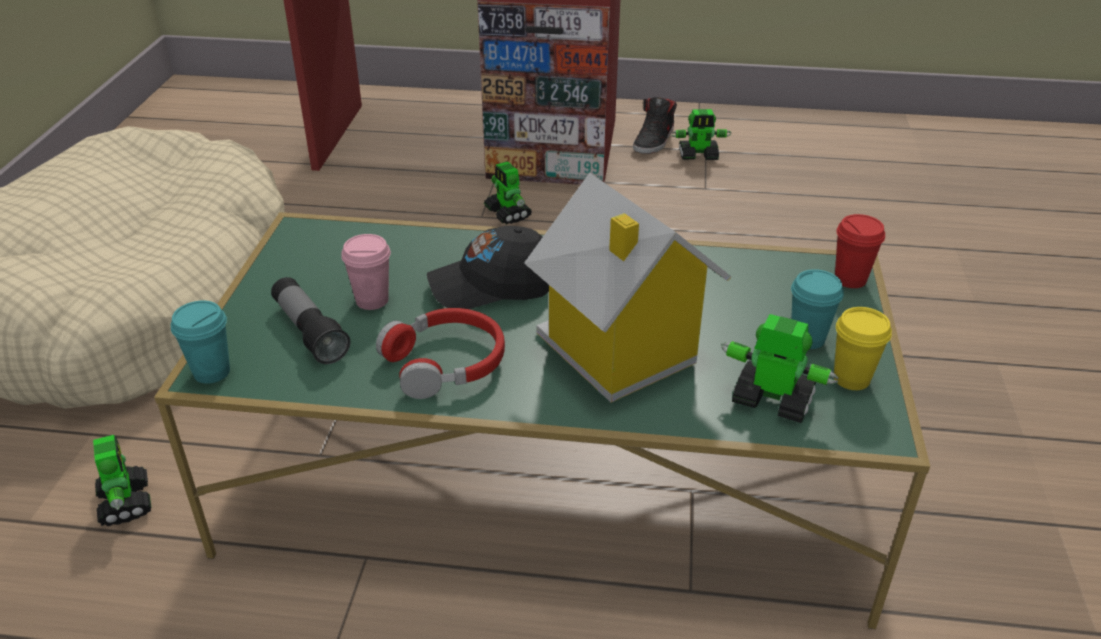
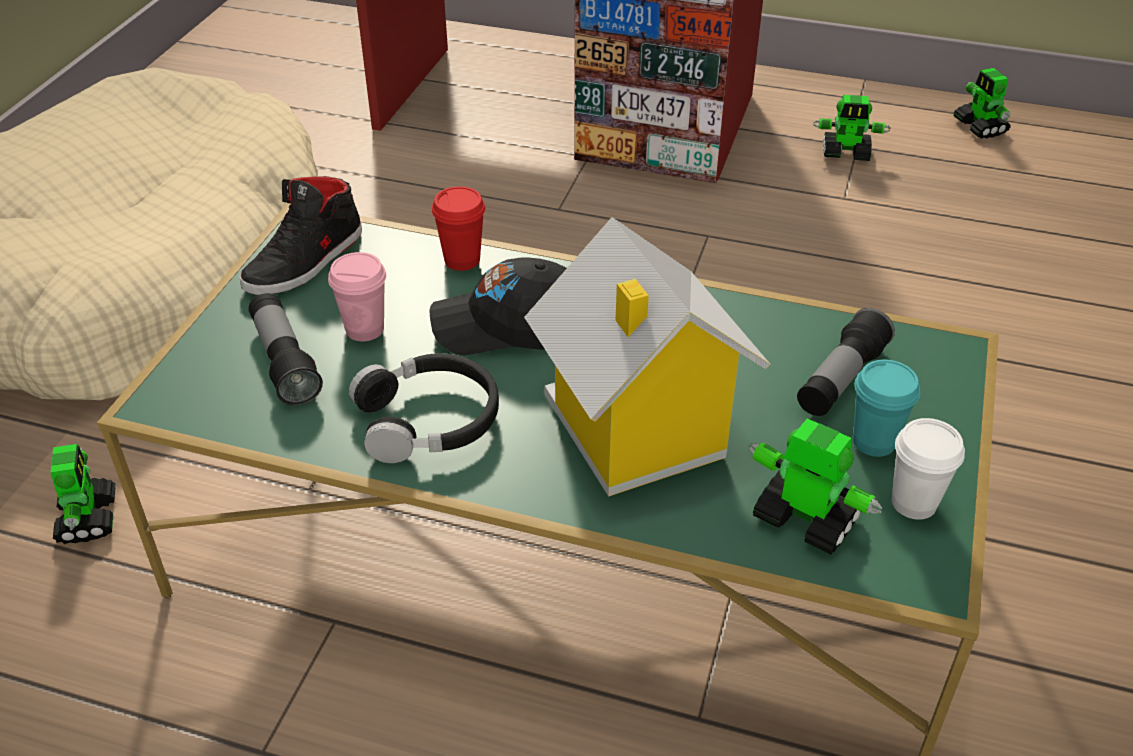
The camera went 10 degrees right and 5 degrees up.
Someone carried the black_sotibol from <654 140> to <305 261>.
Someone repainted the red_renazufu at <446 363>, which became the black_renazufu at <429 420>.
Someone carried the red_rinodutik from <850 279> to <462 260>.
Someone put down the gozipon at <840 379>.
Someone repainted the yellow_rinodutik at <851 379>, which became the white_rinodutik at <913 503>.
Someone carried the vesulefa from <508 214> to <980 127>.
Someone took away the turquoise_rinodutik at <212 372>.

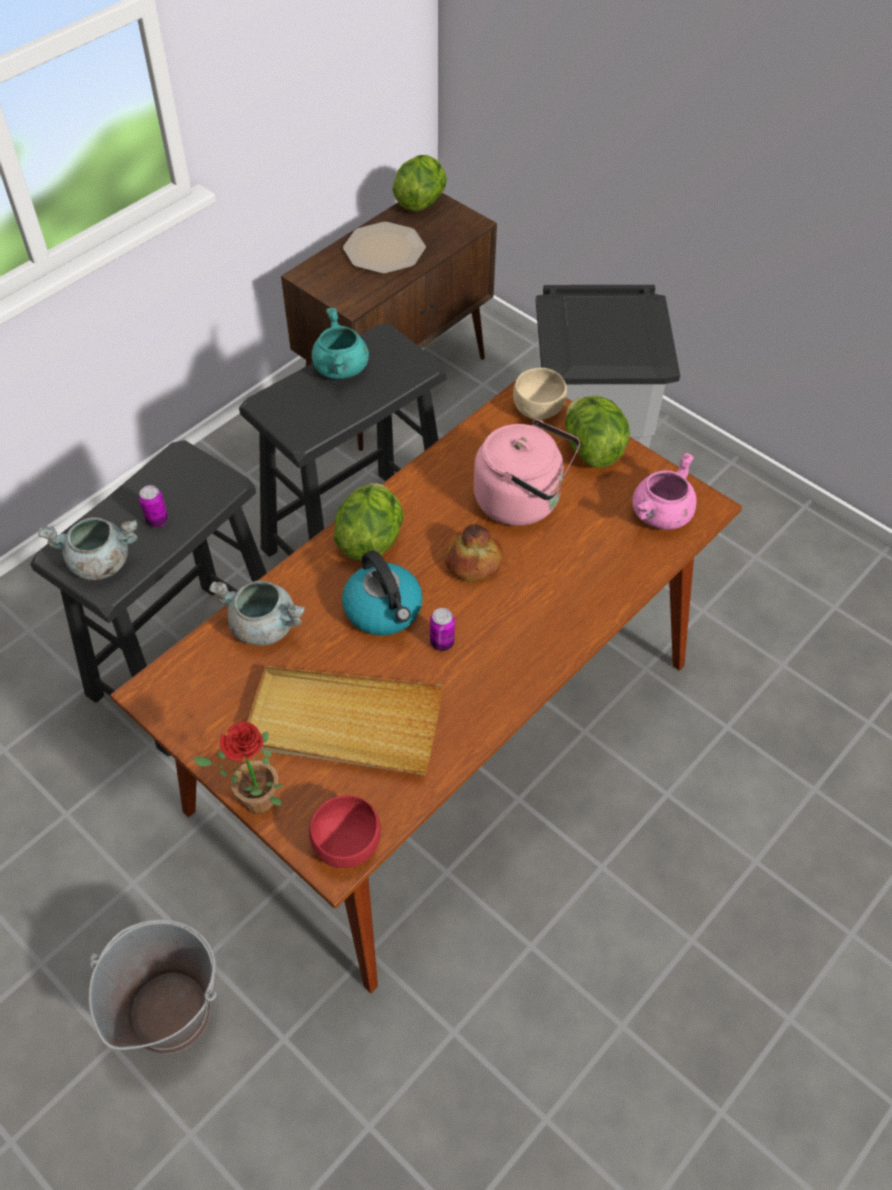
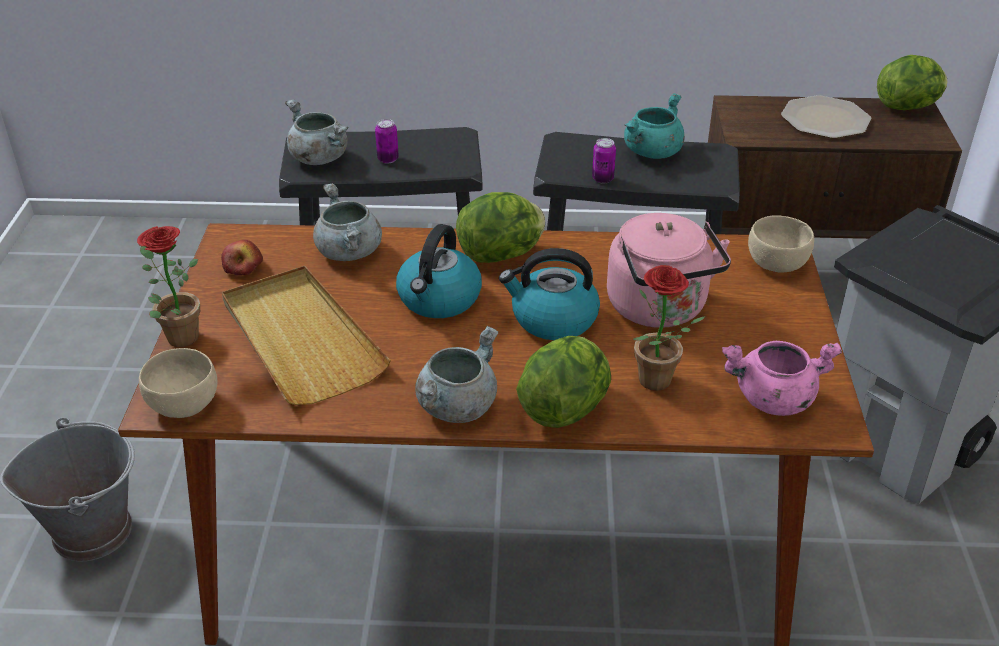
The camera went 50 degrees right and 15 degrees down.
Someone repainted the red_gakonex at <347 843>, which became the beige_gakonex at <184 404>.
Someone put down the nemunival at <244 267>.
Someone put down the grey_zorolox at <457 406>.
Someone swapped the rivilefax at <474 563> for the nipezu at <552 319>.
Someone carried the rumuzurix from <591 449> to <565 408>.
Someone carried the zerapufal from <442 643> to <602 179>.
Someone put down the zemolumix at <656 385>.

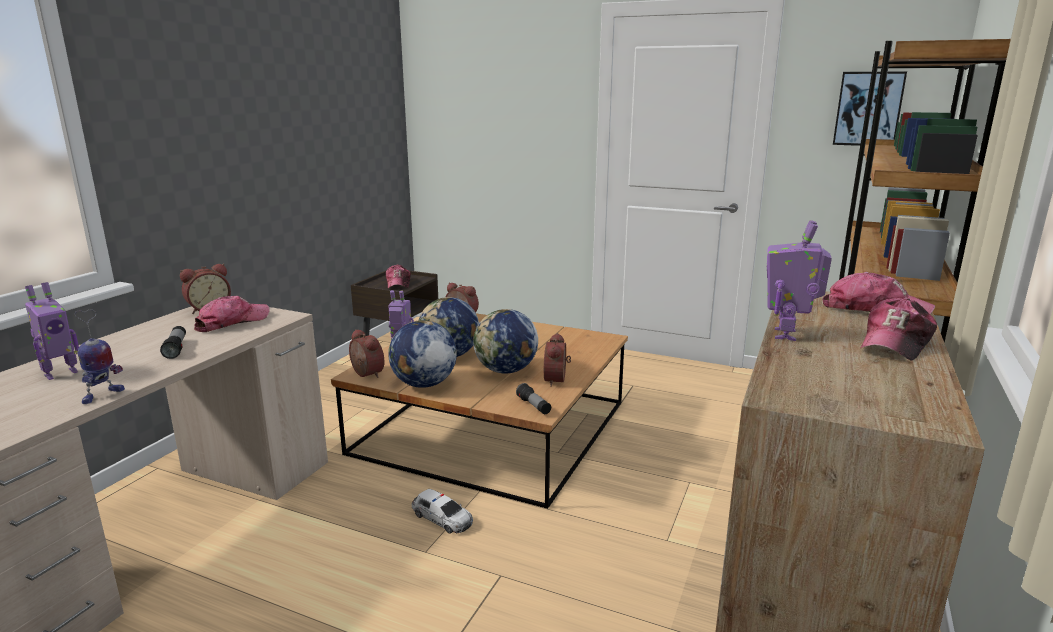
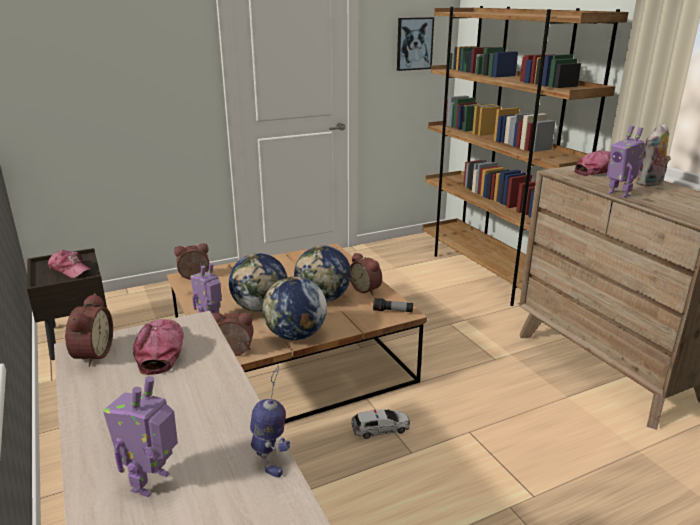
The camera went 50 degrees left and 5 degrees up.
Someone rotated the vesulefa at <60 373> by 150 degrees counterclockwise.
Someone swapped the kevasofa at <896 343> for the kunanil at <650 184>.
Someone took away the gozipon at <176 348>.

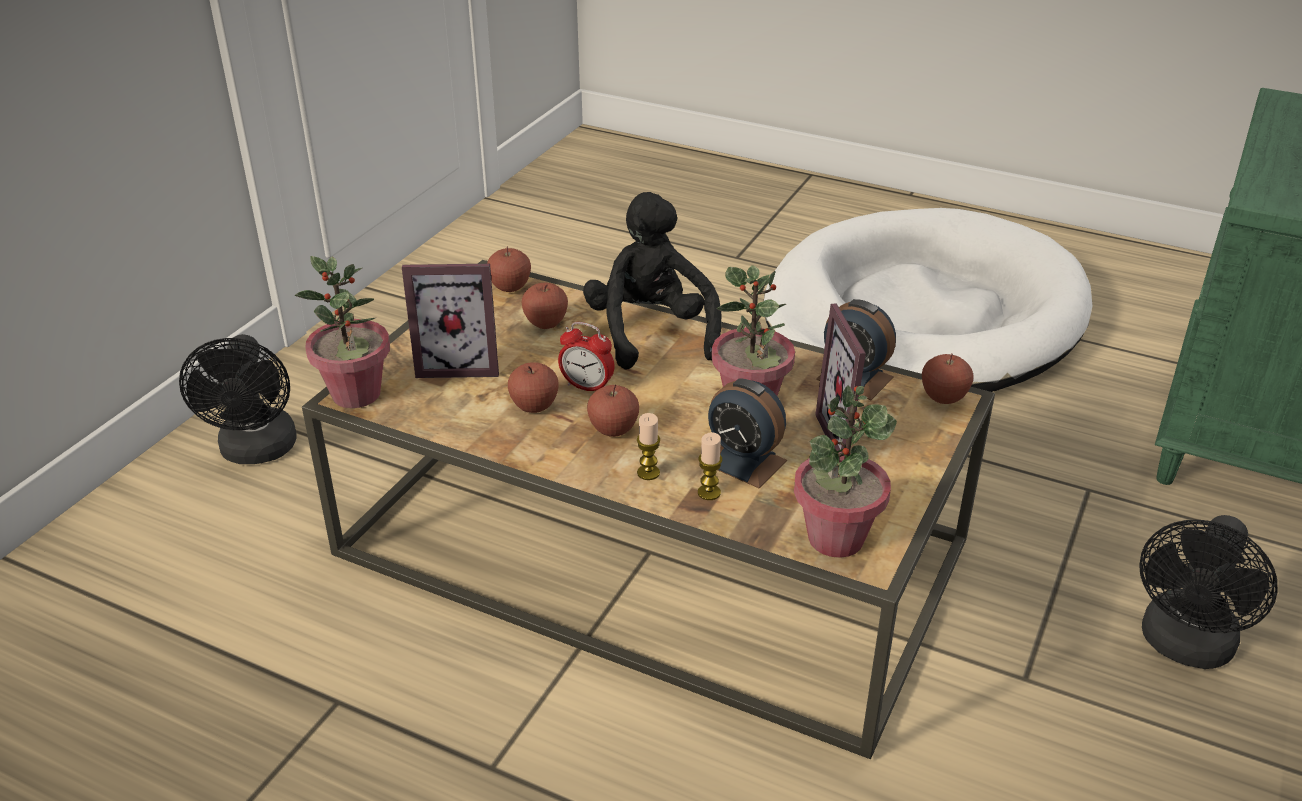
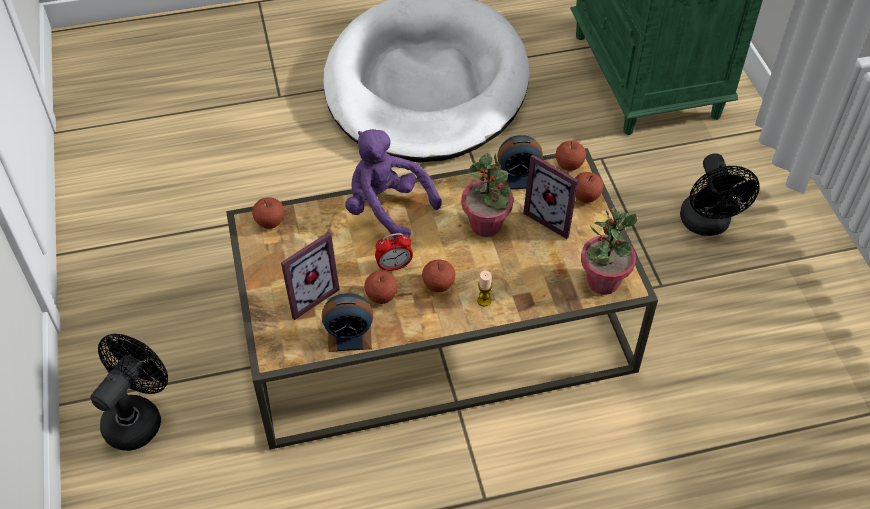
The camera went 40 degrees left and 15 degrees up.
Someone rotated the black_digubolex at <257 452> by 105 degrees counterclockwise.
Someone carried the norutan from <744 462> to <349 336>.
Someone repainted the black_kunanil at <651 333>, which became the purple_kunanil at <386 209>.
Someone carried the nemunival from <545 323> to <585 197>.
Someone took away the zemolumix at <356 394>.
Someone took away the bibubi at <709 492>.

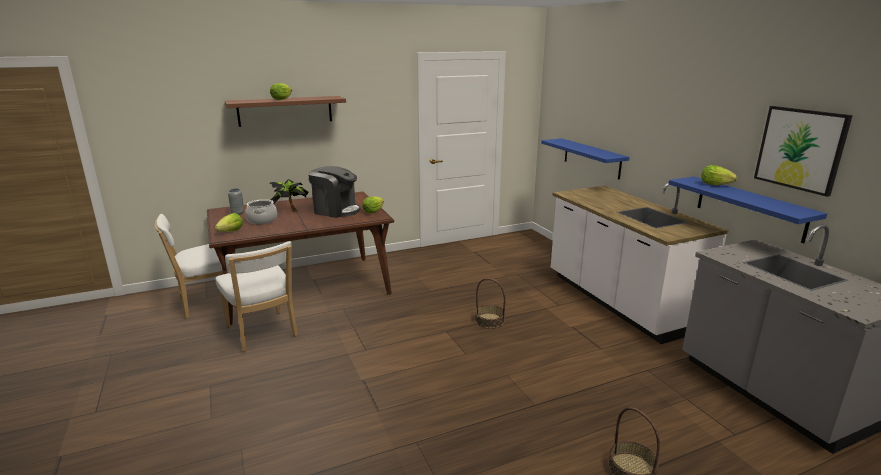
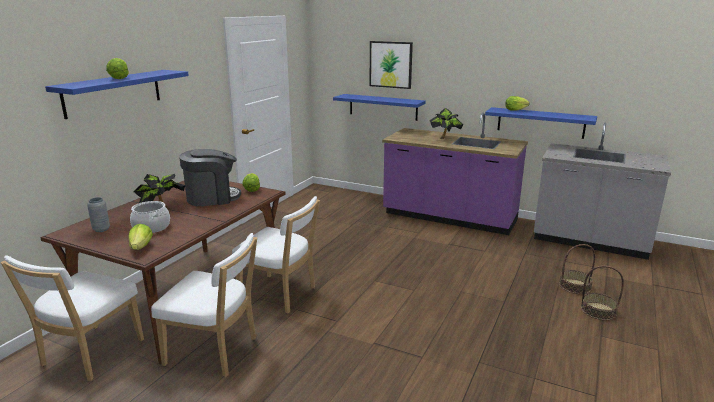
The camera went 40 degrees left and 0 degrees up.
Someone repainted the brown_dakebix at <285 111>, which became the blue_dakebix at <113 93>.
Someone put down the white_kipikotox at <281 295>.
Someone carried the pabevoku from <800 149> to <390 64>.
Someone repainted the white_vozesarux at <618 302>, which became the purple_vozesarux at <449 217>.
Someone put down the zemolumix at <445 138>.
Someone carried the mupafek from <489 320> to <575 286>.

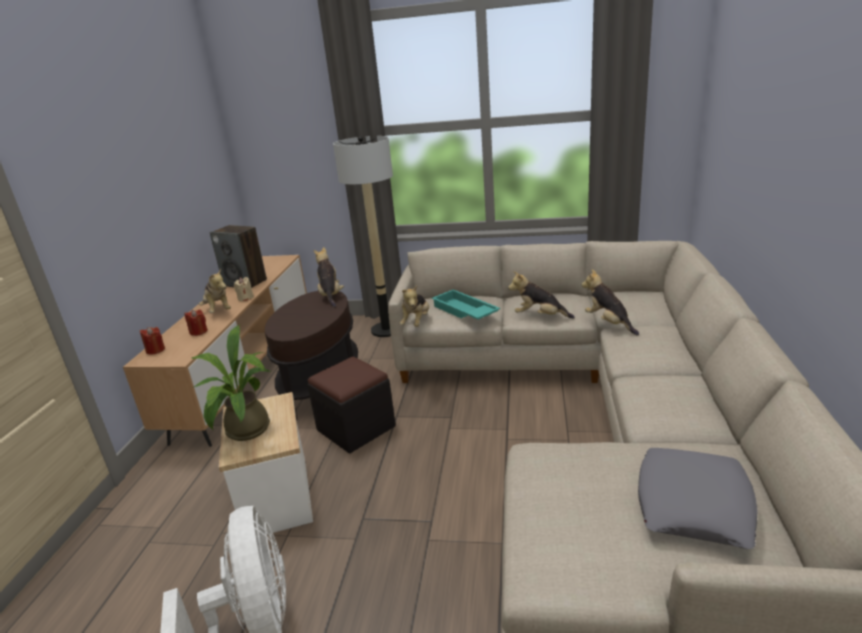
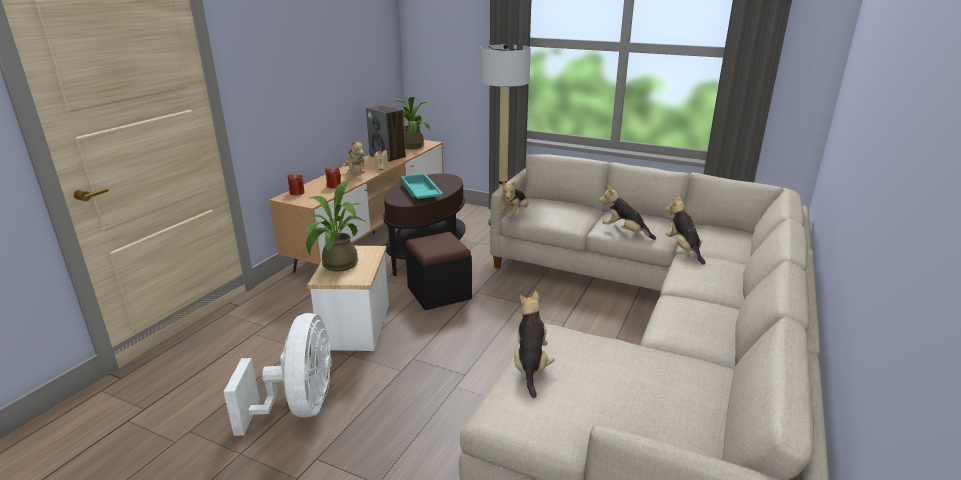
The camera went 15 degrees right and 0 degrees up.
Someone put down the zemolumix at <413 145>.
Someone carried the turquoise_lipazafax from <464 311> to <420 192>.
Someone carried the kunanil from <330 295> to <530 366>.
Someone took away the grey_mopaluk at <694 504>.

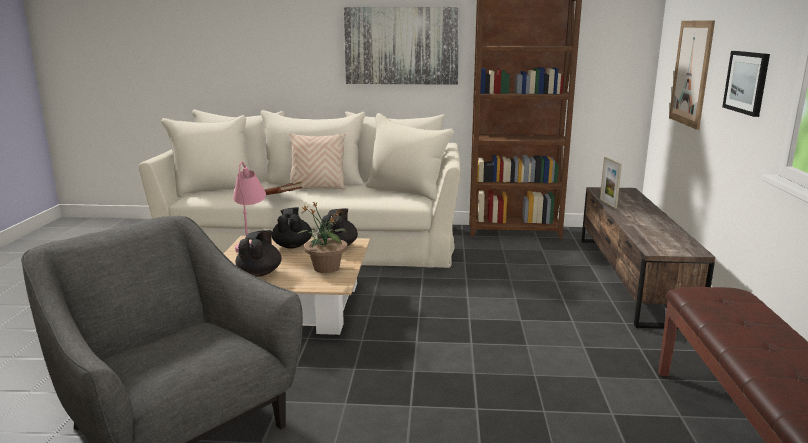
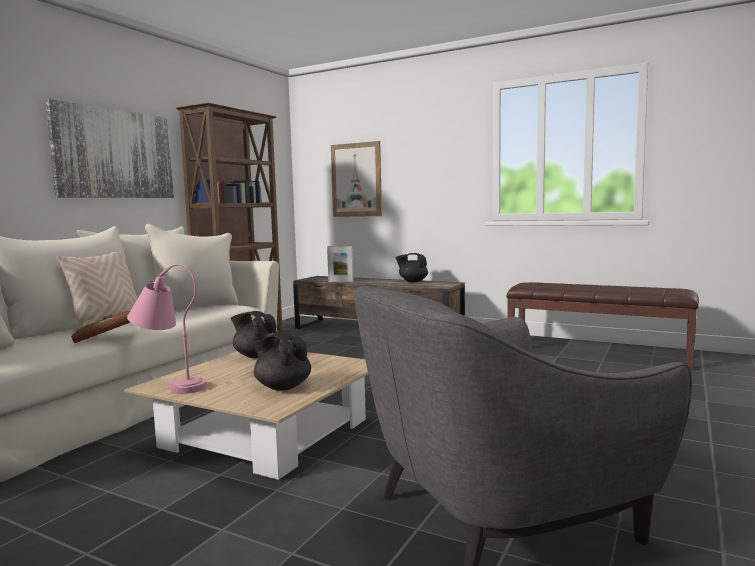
The camera went 65 degrees left and 10 degrees down.
Someone carried the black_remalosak from <292 245> to <412 281>.
Someone took away the zemolumix at <326 268>.
Someone took away the pabevoku at <747 82>.

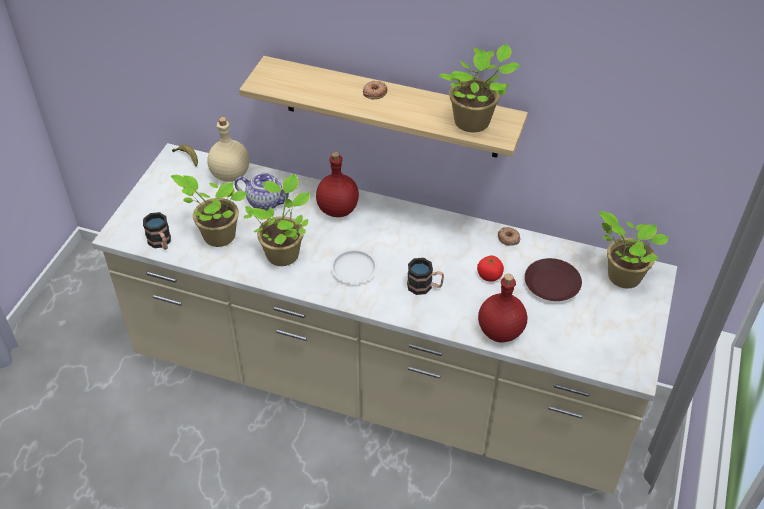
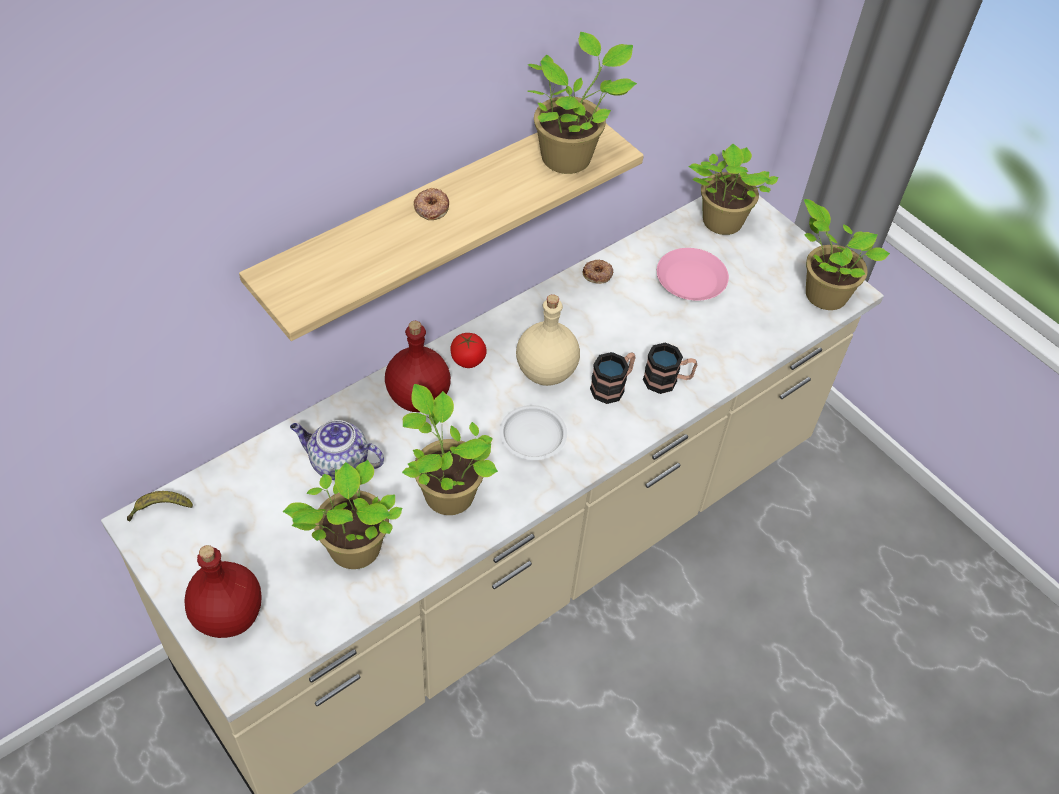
The camera went 60 degrees left and 5 degrees up.
Someone carried the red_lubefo from <500 330> to <227 615>.
Someone rotated the remalosak at <266 202> by 120 degrees counterclockwise.
Someone carried the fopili from <489 275> to <468 359>.
Someone carried the beige_lubefo from <231 174> to <545 370>.
Someone carried the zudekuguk from <161 243> to <667 380>.
Someone repainted the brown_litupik at <552 284>, which became the pink_litupik at <691 280>.
Someone put down the zemolumix at <822 294>.

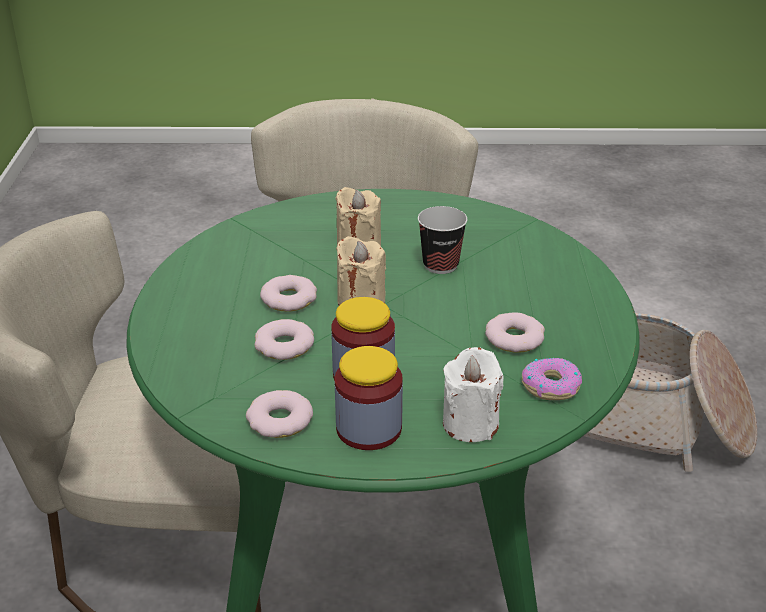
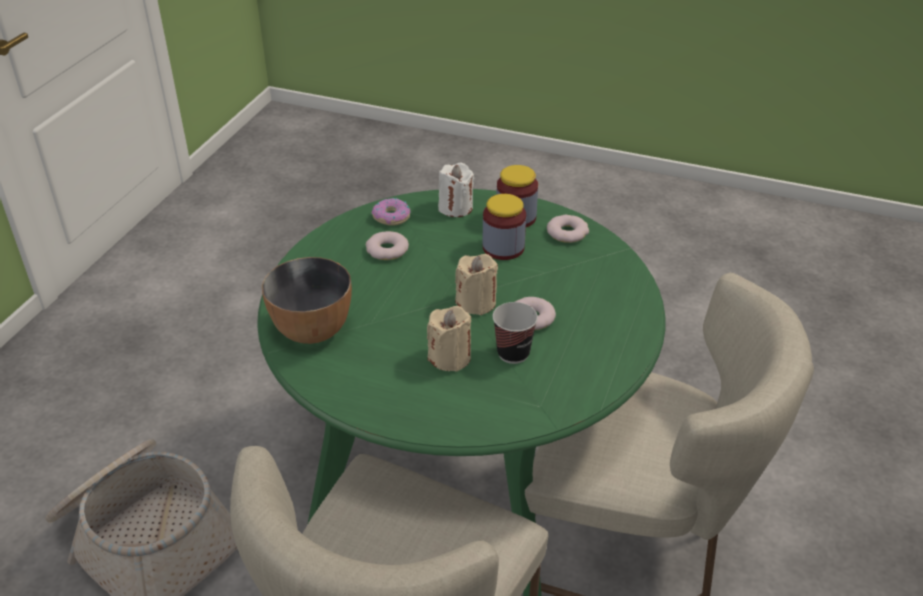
The camera went 160 degrees left and 5 degrees up.
Someone put down the gakonex at <313 330>.
Someone carried the rinodutik from <440 265> to <513 353>.
Someone took away the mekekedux at <284 345>.

